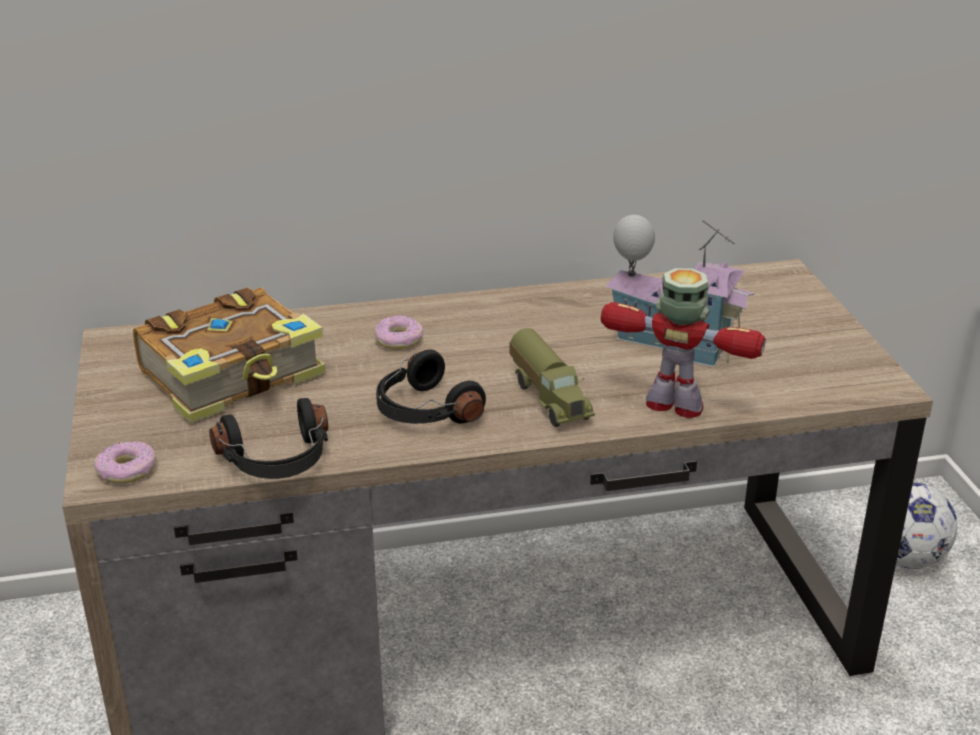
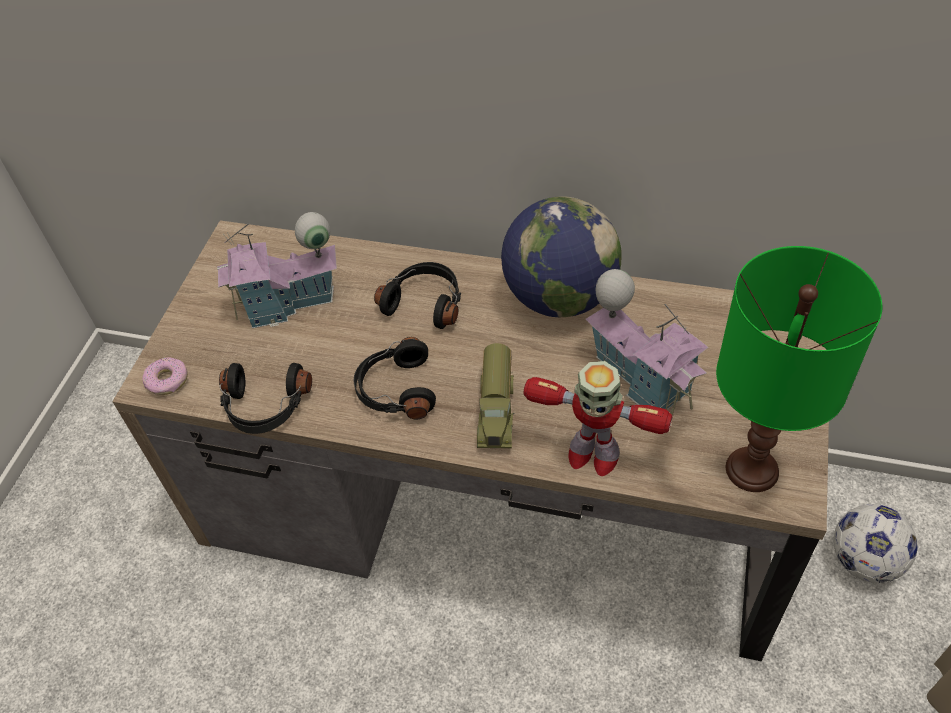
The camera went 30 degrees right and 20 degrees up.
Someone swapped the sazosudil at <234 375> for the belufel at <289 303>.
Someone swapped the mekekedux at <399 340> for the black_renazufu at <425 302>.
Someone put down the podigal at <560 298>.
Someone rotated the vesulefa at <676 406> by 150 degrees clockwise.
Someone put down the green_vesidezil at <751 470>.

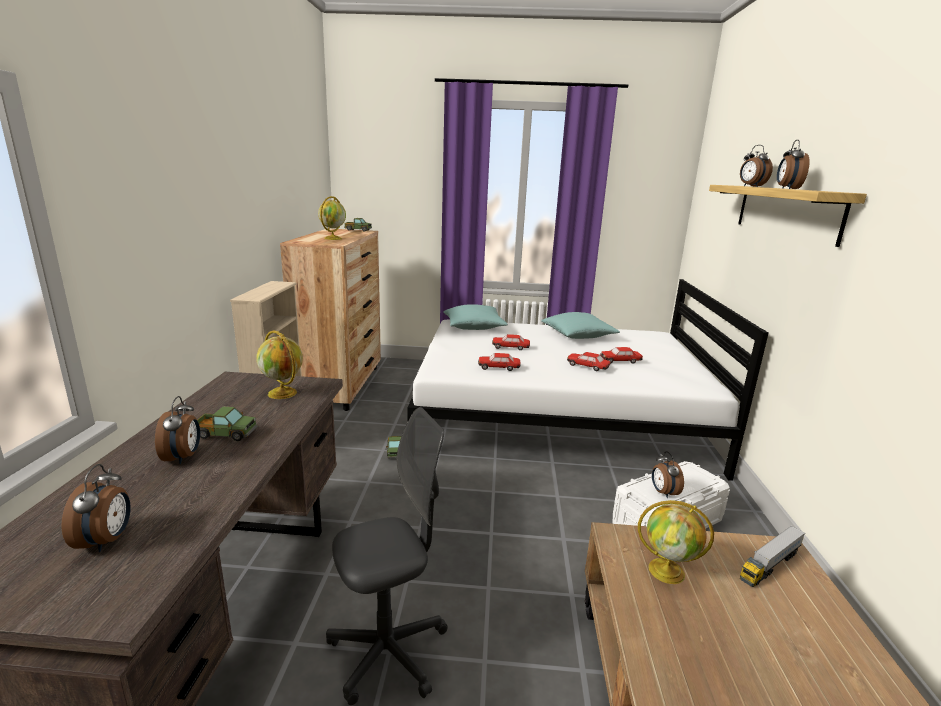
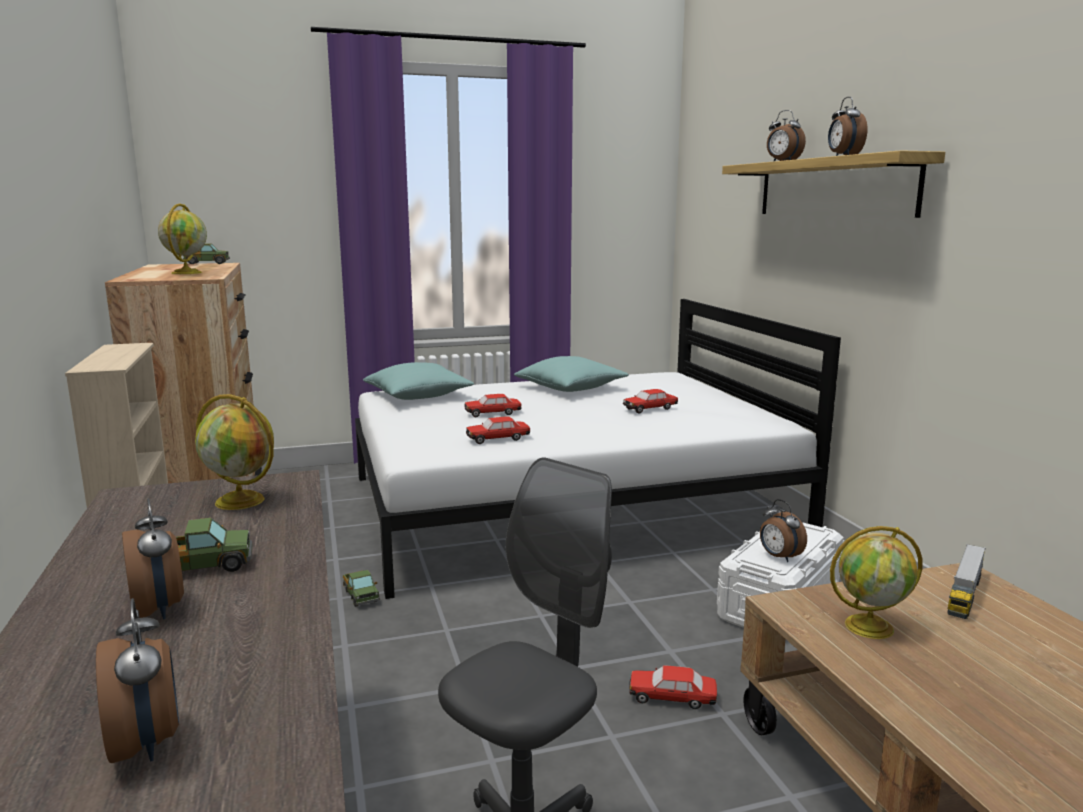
The camera went 20 degrees left and 5 degrees down.
Someone carried the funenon from <587 366> to <672 697>.

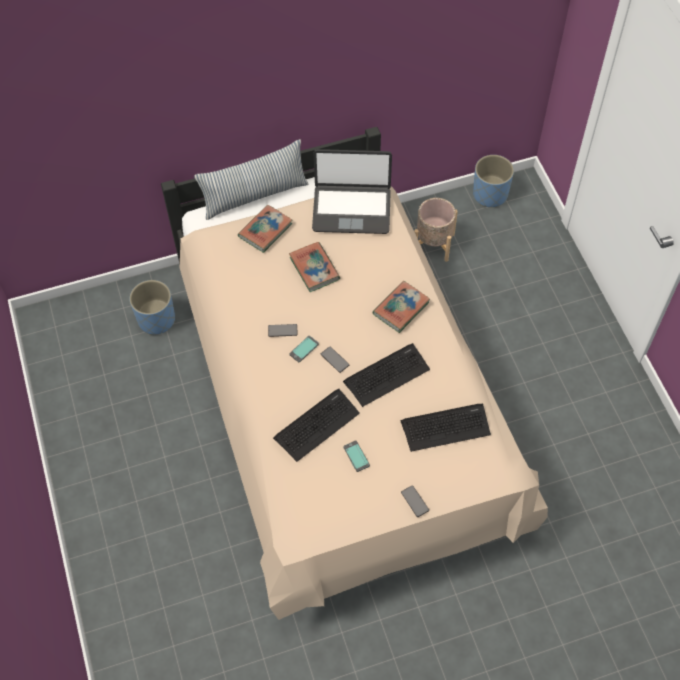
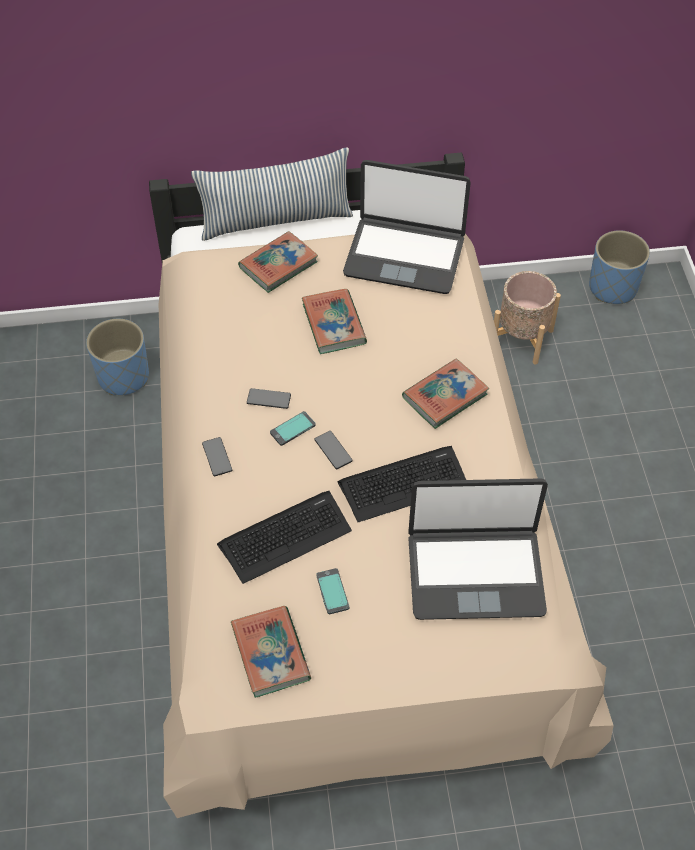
The camera went 10 degrees right and 5 degrees down.
Someone carried the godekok from <414 501> to <217 457>.
Someone put down the sazosudil at <271 653>.
Someone swapped the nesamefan at <446 427> for the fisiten at <475 573>.

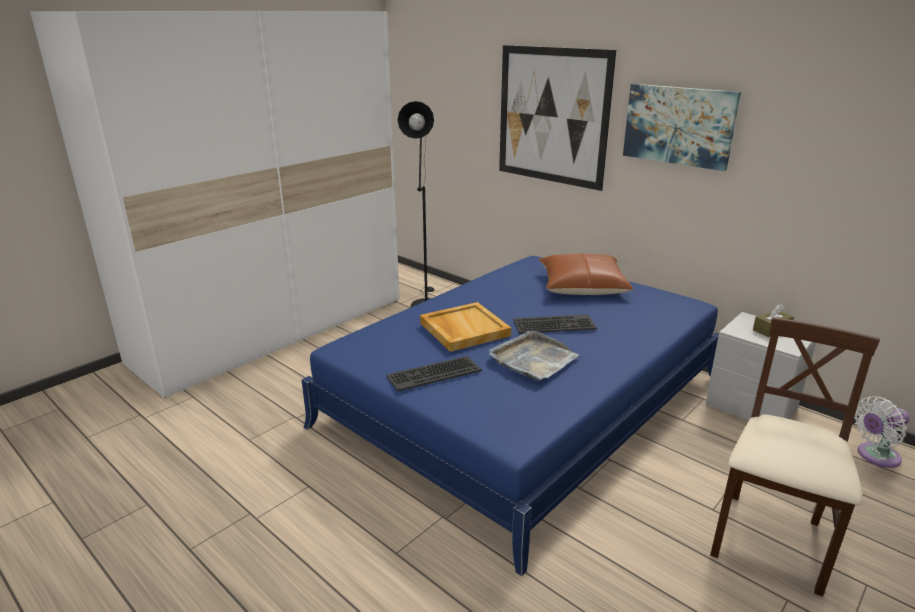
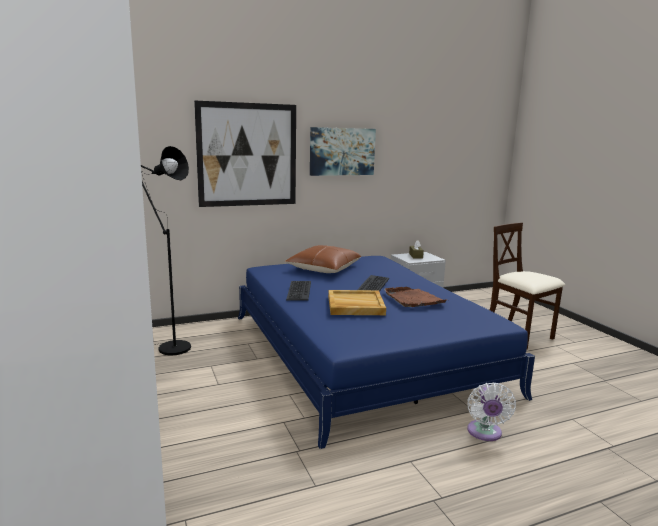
The camera went 65 degrees left and 10 degrees down.
Someone carried the nesamefan from <434 373> to <298 291>.
Someone repainted the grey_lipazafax at <533 359>, which became the brown_lipazafax at <413 299>.
Someone carried the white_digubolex from <875 456> to <485 433>.

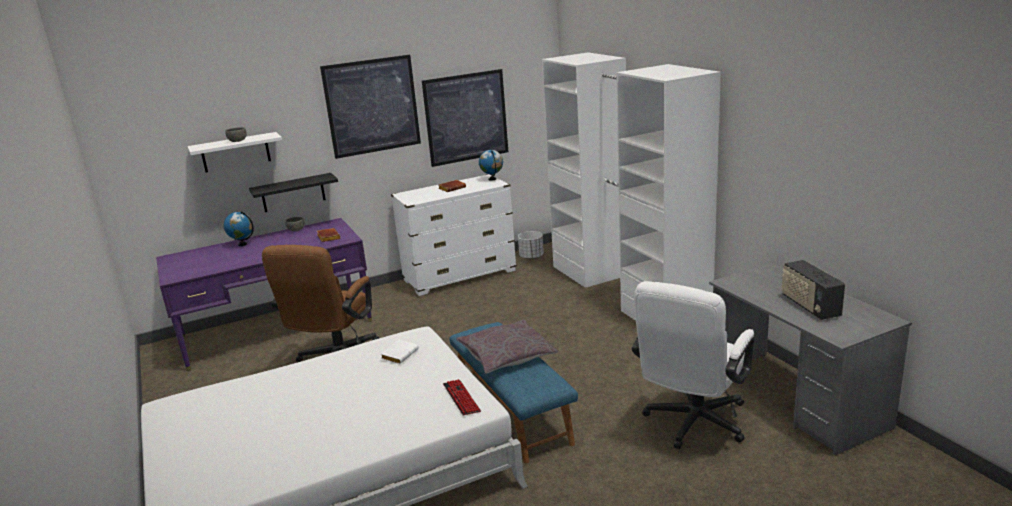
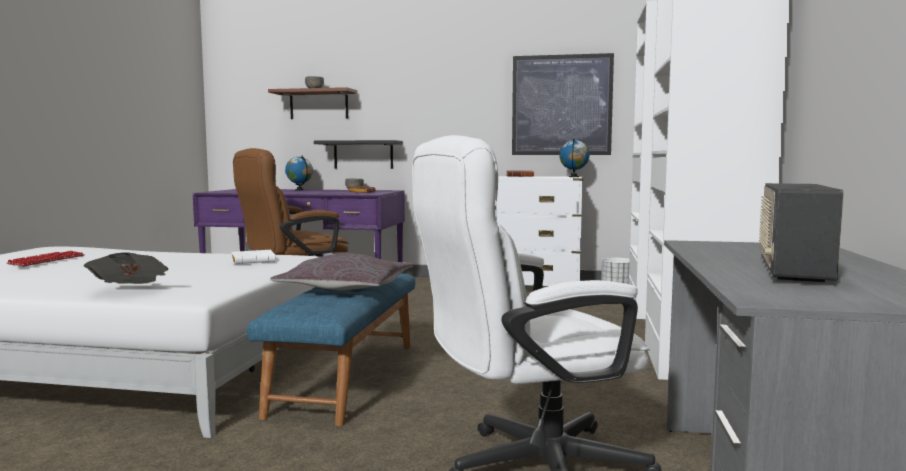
The camera went 35 degrees right and 15 degrees down.
Someone carried the nesamefan from <461 398> to <47 260>.
Someone put down the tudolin at <130 290>.
Someone repainted the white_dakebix at <235 152>, which became the brown_dakebix at <319 105>.
Someone took away the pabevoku at <372 106>.

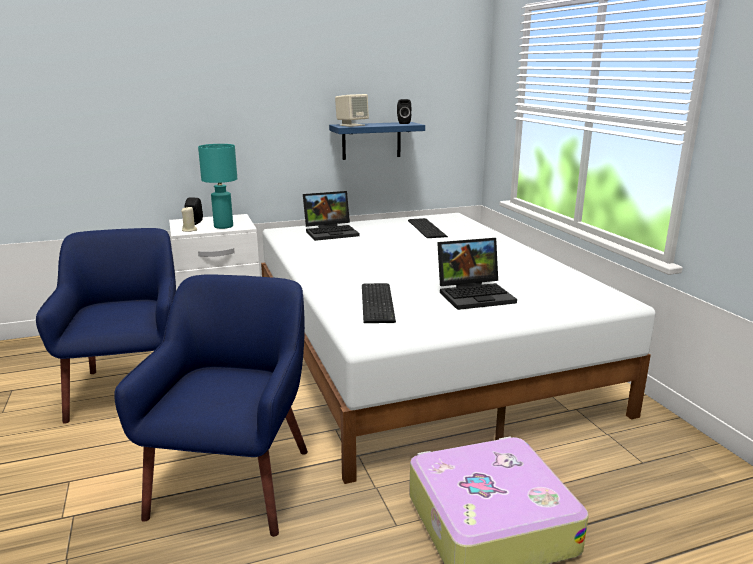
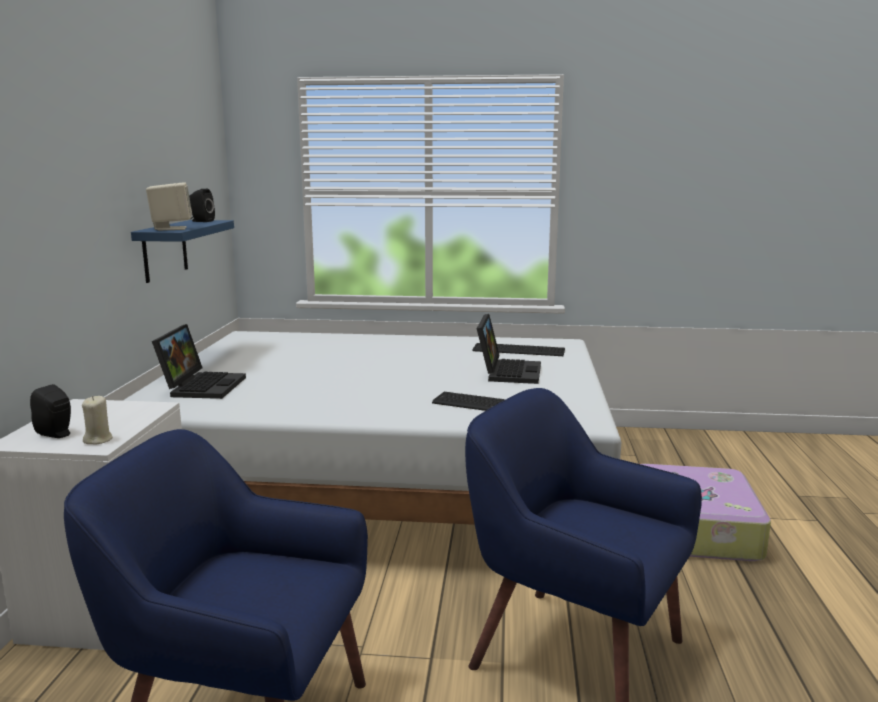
The camera went 65 degrees left and 5 degrees down.
Someone carried the nesamefan from <427 228> to <518 349>.
Someone took away the turquoise_vesidezil at <224 226>.

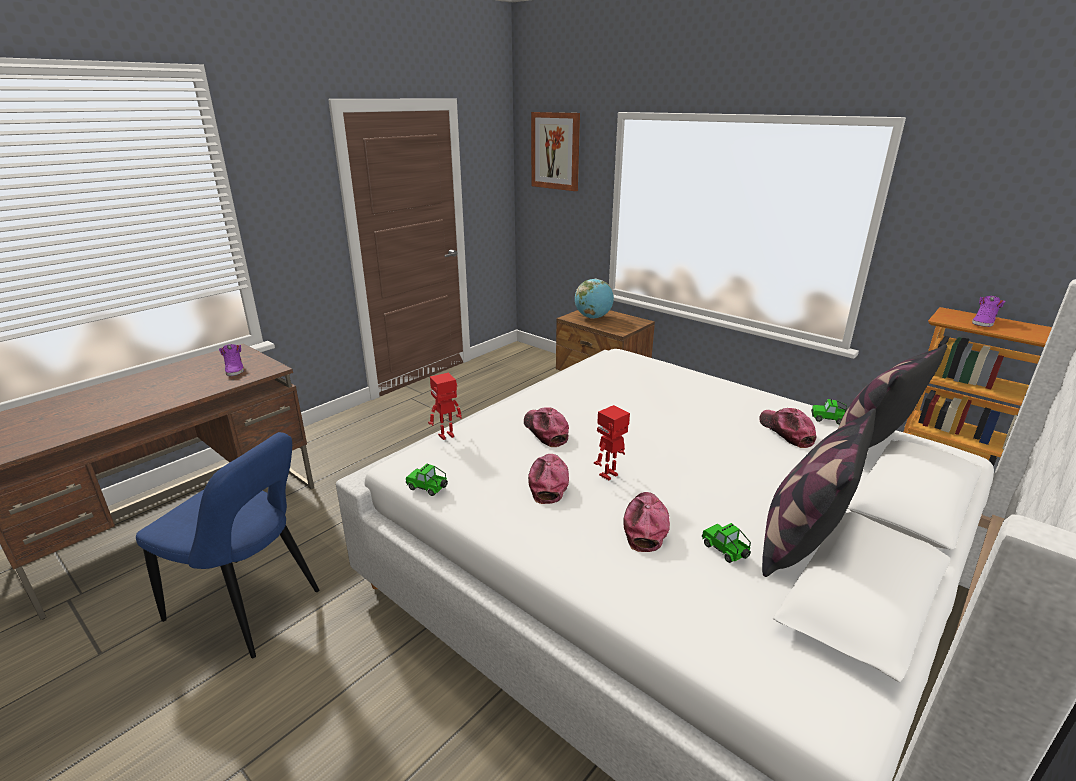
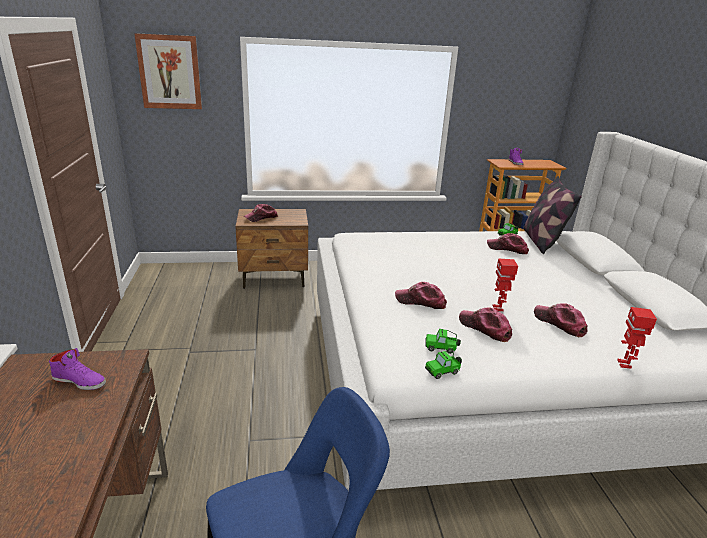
The camera went 50 degrees left and 0 degrees up.
Someone swapped the podigal at <593 317> for the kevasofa at <261 217>.
Someone carried the funenon from <726 551> to <441 348>.
Someone carried the vesulefa from <447 436> to <625 364>.
Someone took away the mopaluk at <801 542>.

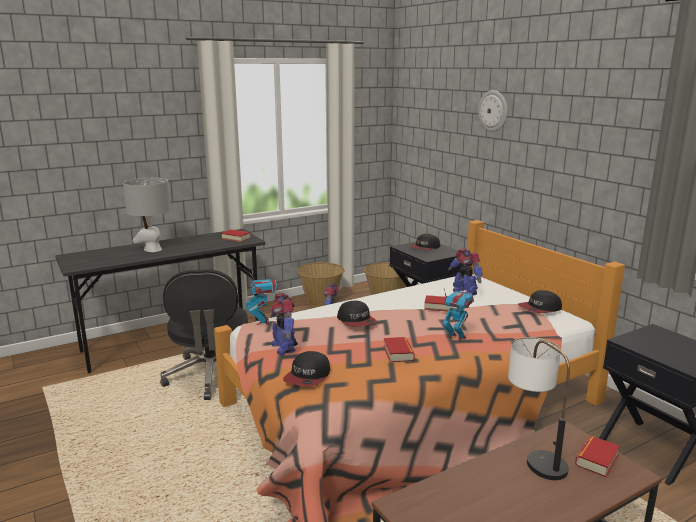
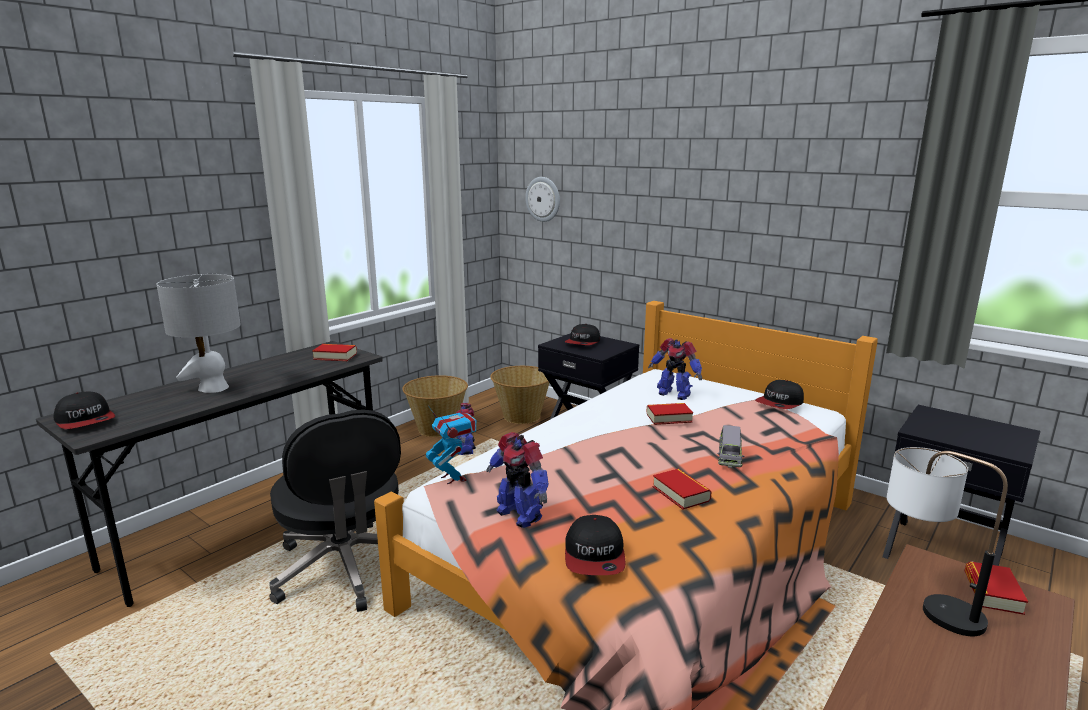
The camera went 20 degrees left and 0 degrees up.
Someone carried the kevasofa from <356 321> to <86 420>.
Someone carried the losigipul from <493 111> to <543 199>.
Someone swapped the vesulefa at <456 338> for the grey_funenon at <729 458>.

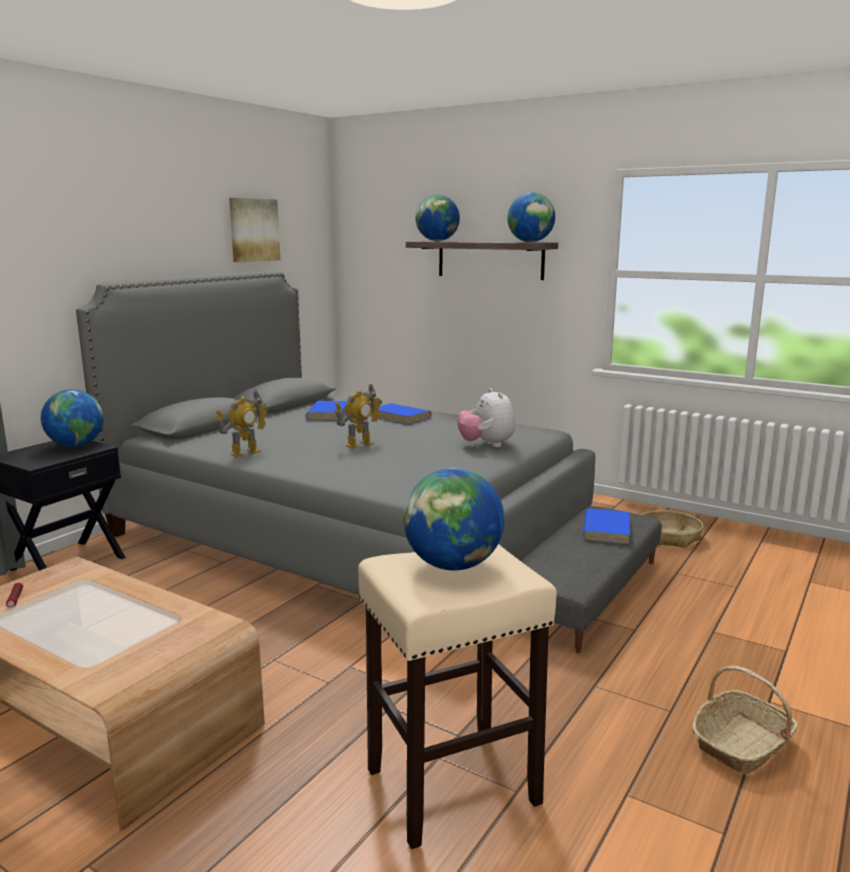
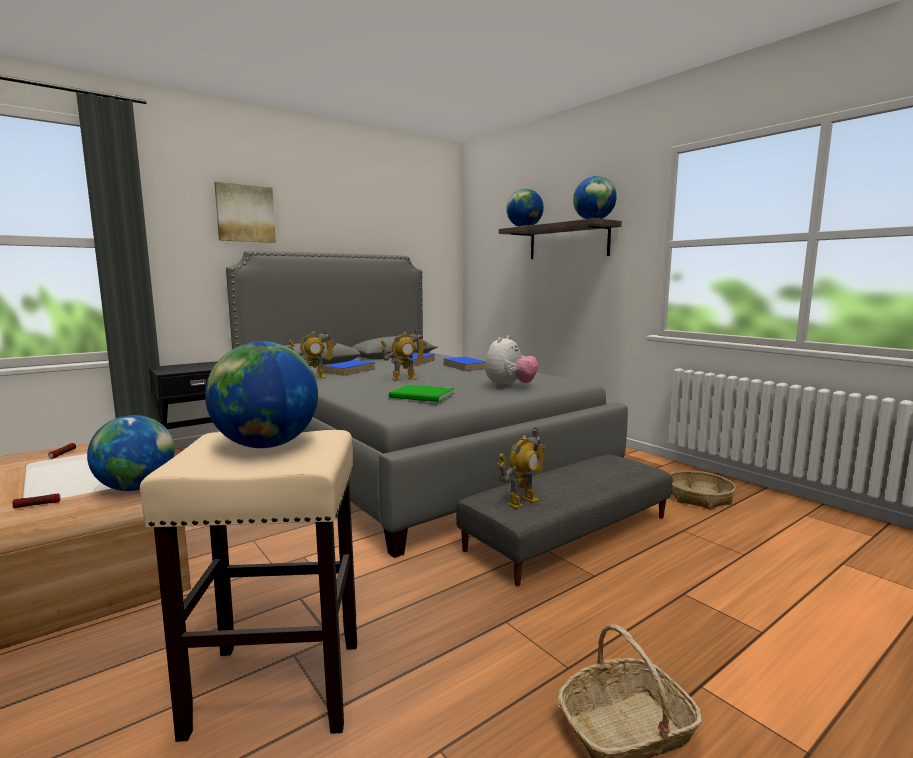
The camera went 20 degrees right and 5 degrees down.
Someone put down the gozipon at <37 505>.
Someone carried the podigal from <76 445> to <136 488>.
Someone carried the pabevoku from <253 230> to <245 213>.
Someone carried the blue_sazosudil from <606 529> to <349 370>.
Someone put down the green_sazosudil at <423 396>.
Someone rotated the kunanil at <486 445> by 150 degrees counterclockwise.
Someone put down the vesulefa at <522 502>.

